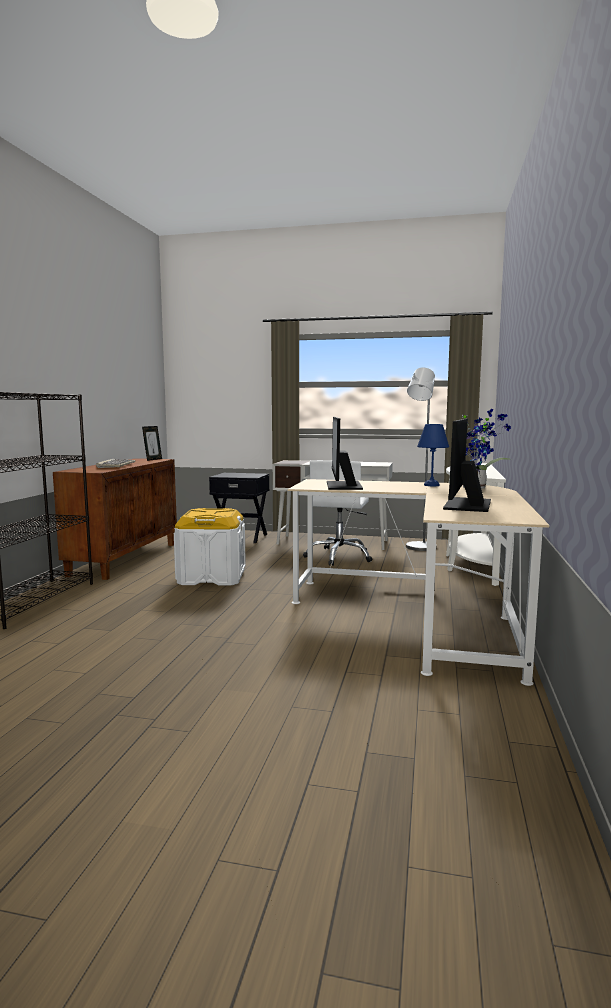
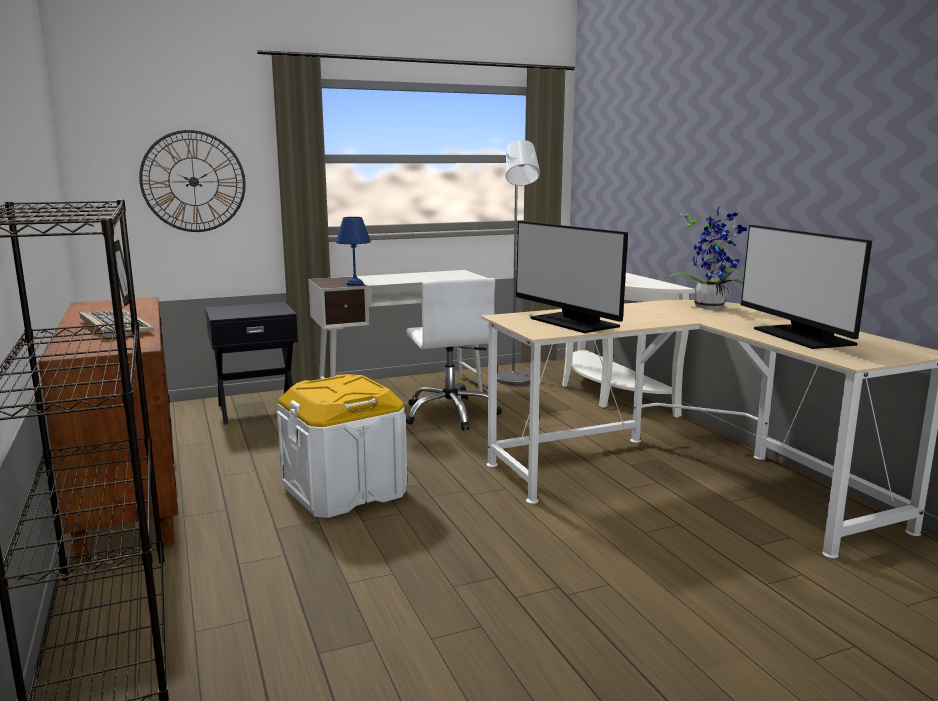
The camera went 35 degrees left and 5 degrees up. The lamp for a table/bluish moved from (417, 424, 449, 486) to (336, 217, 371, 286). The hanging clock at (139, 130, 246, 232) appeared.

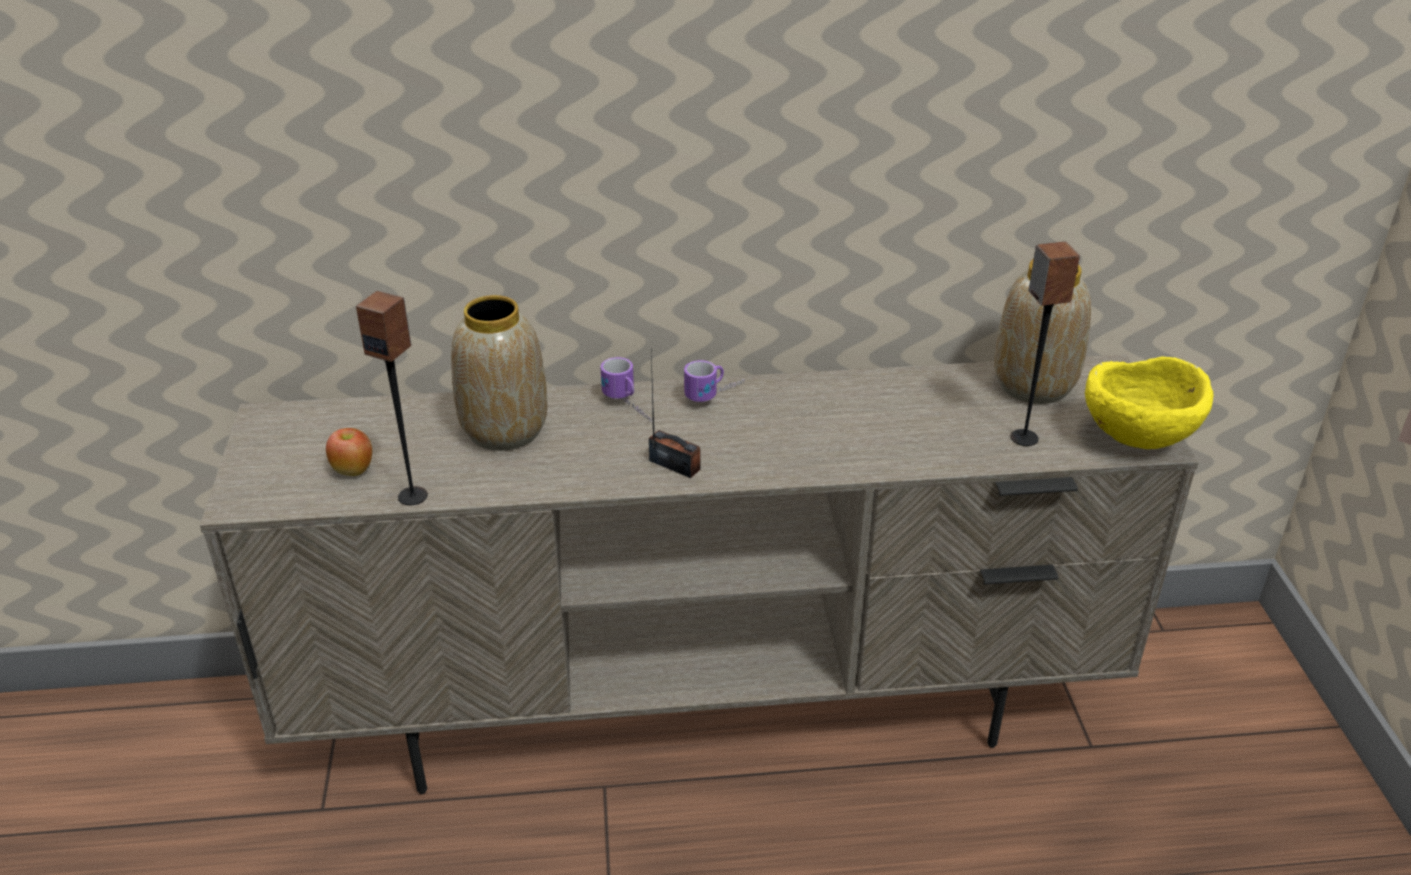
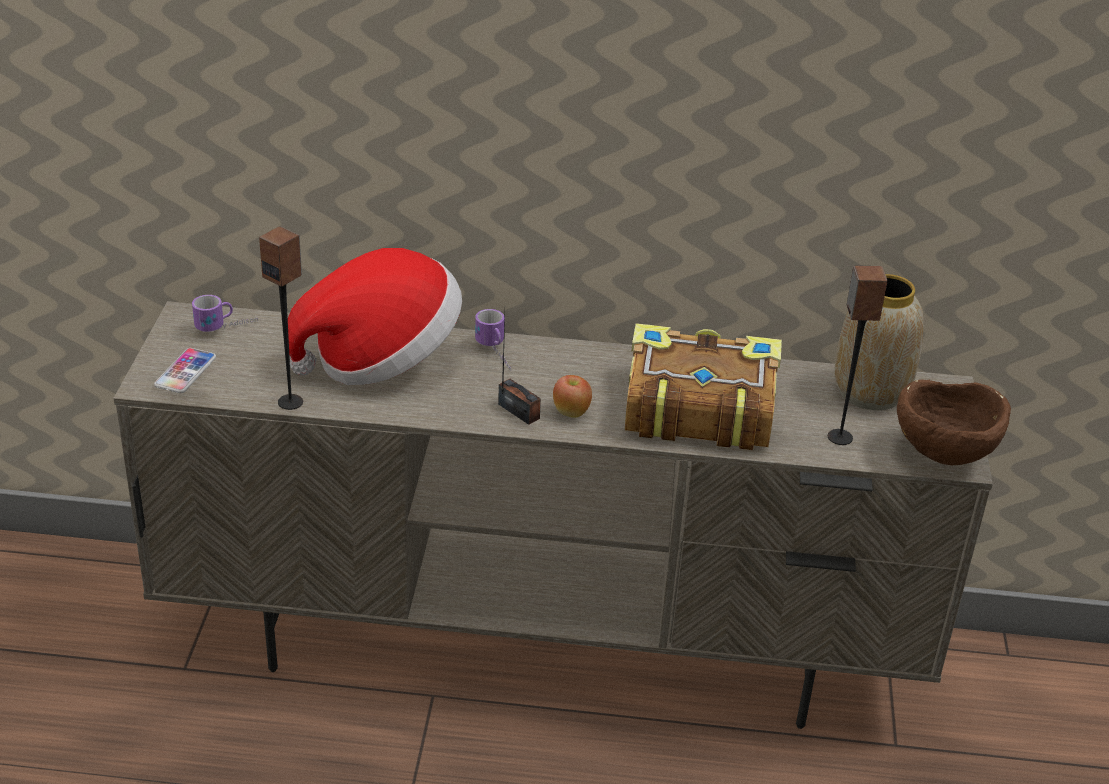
The camera went 10 degrees right and 0 degrees up. The apple moved from (326, 428, 372, 476) to (553, 375, 592, 418). The vase at (451, 295, 547, 451) was replaced by the hat at (288, 248, 462, 385). The tea mug moved from (684, 360, 744, 402) to (192, 295, 258, 332). The deep dish/yellow at (1085, 357, 1213, 449) became the deep dish/brownish at (897, 379, 1011, 465). The telephone at (154, 348, 216, 393) appeared. The volume at (625, 323, 782, 450) appeared.

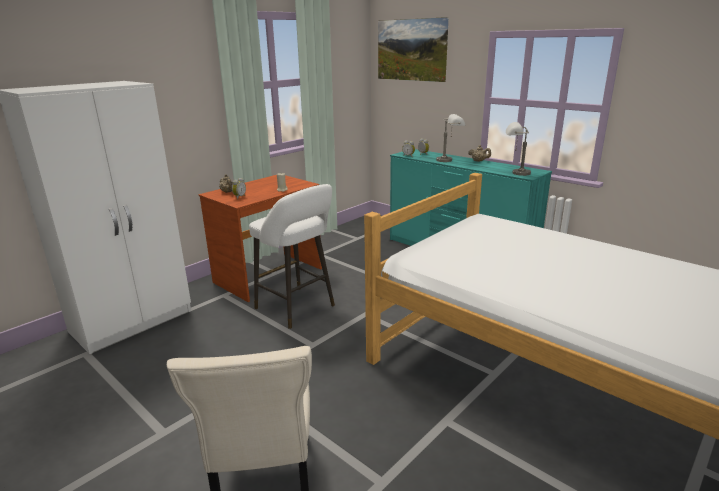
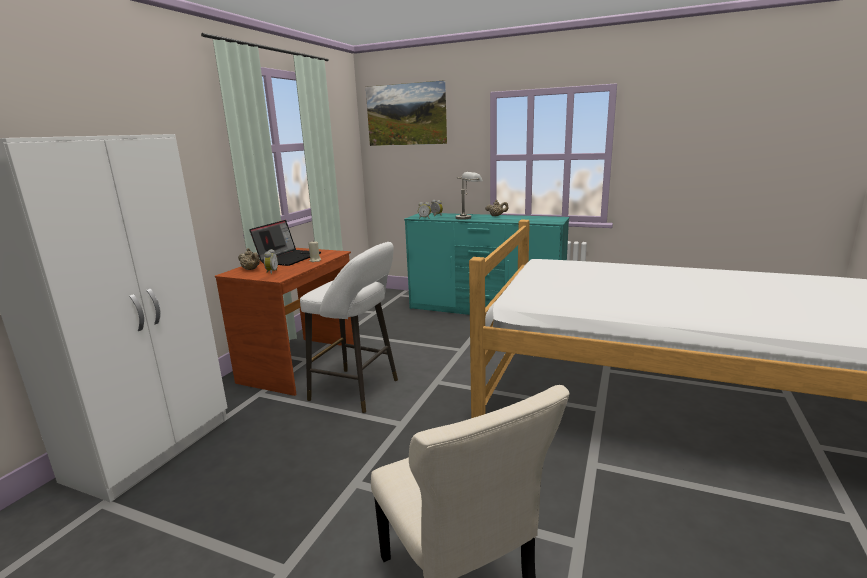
The camera went 20 degrees left and 5 degrees down. The lamp for a table/gray at (506, 122, 531, 176) disappeared. The laptop at (249, 220, 321, 266) appeared.

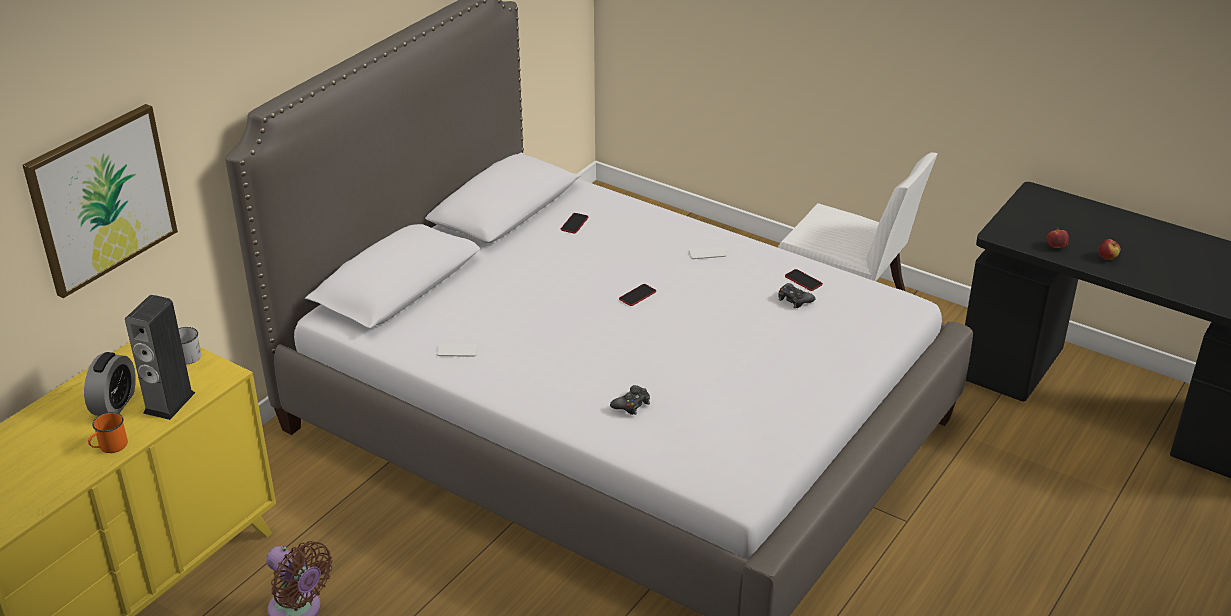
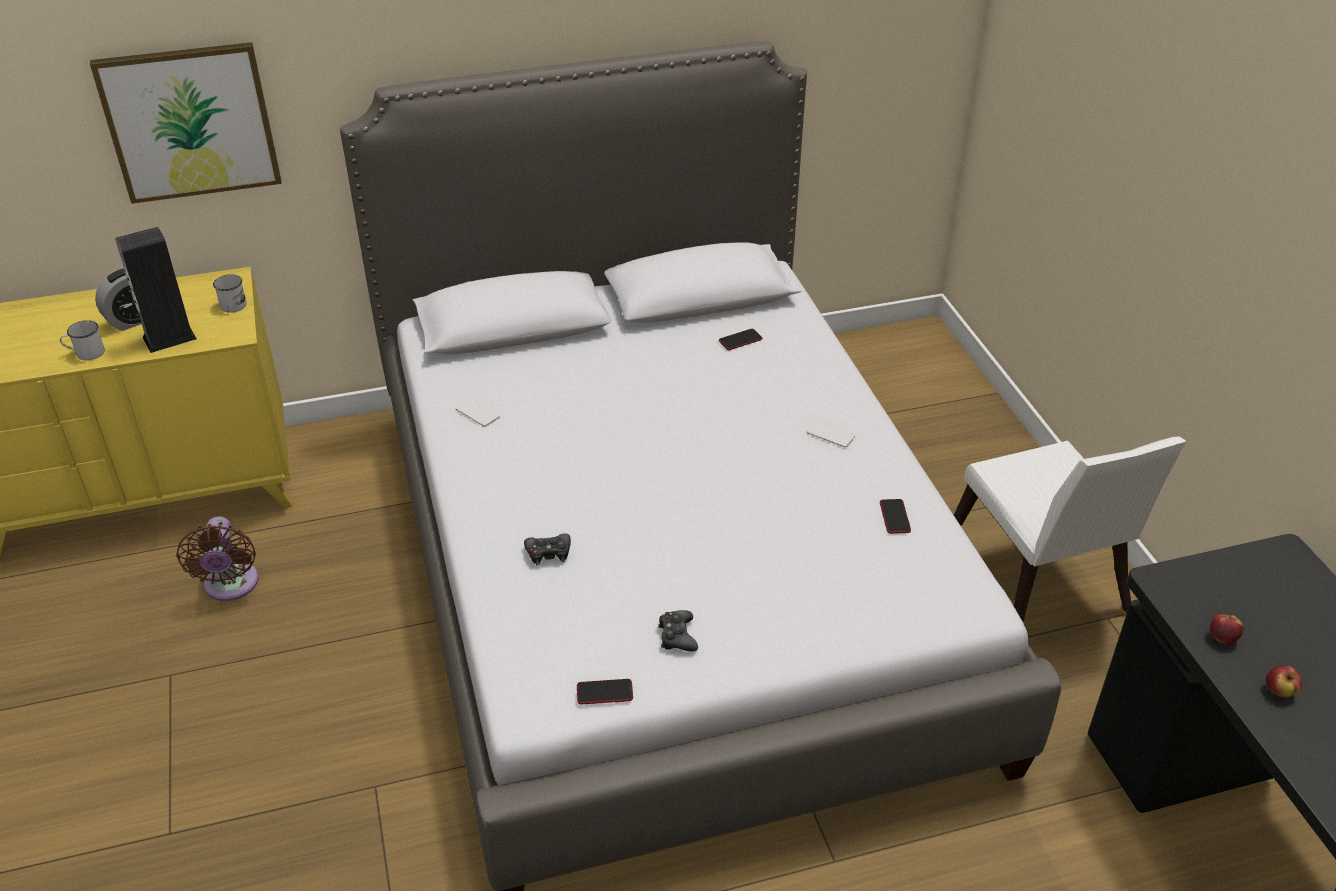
The camera went 40 degrees right and 5 degrees up. The tea mug/orange at (88, 412, 128, 453) became the tea mug/whitish at (60, 320, 105, 360). The telephone moved from (619, 284, 656, 306) to (577, 679, 633, 704). The joypad/black moved from (778, 283, 815, 308) to (658, 610, 698, 652).

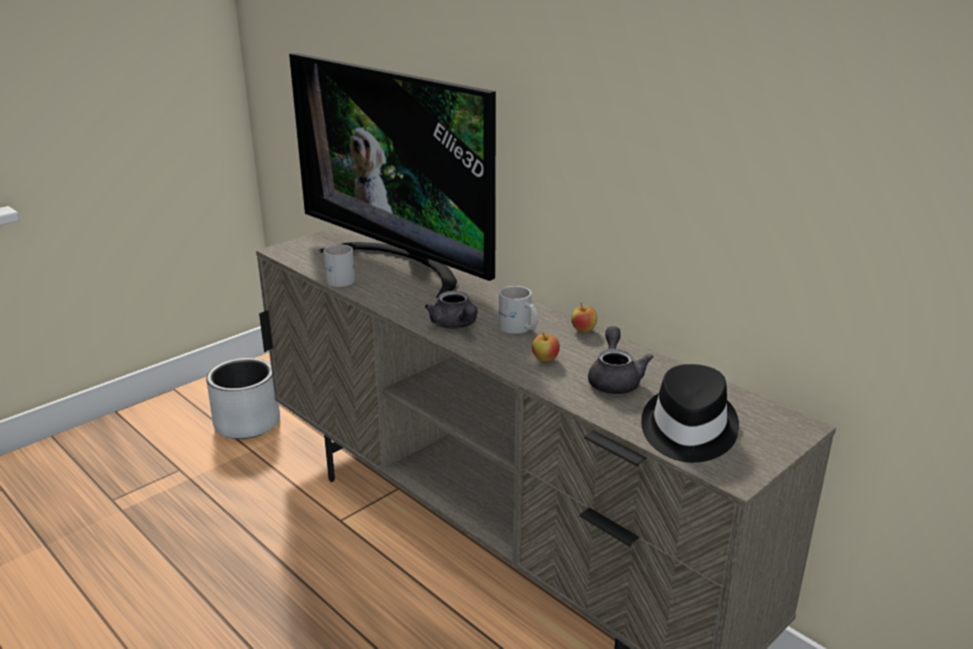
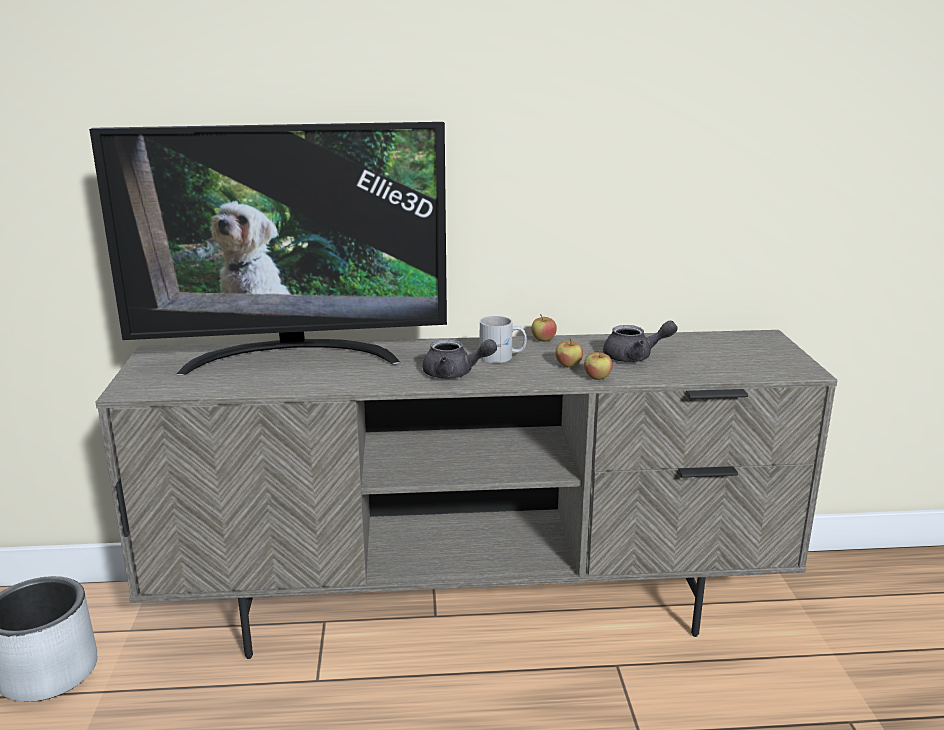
The camera went 50 degrees left and 5 degrees down. The tea mug/whitish at (323, 244, 355, 287) disappeared. The pot for tea/gray at (588, 326, 653, 394) turned 135 degrees clockwise. The hat/black at (641, 364, 739, 463) disappeared. The apple at (584, 350, 613, 380) appeared.

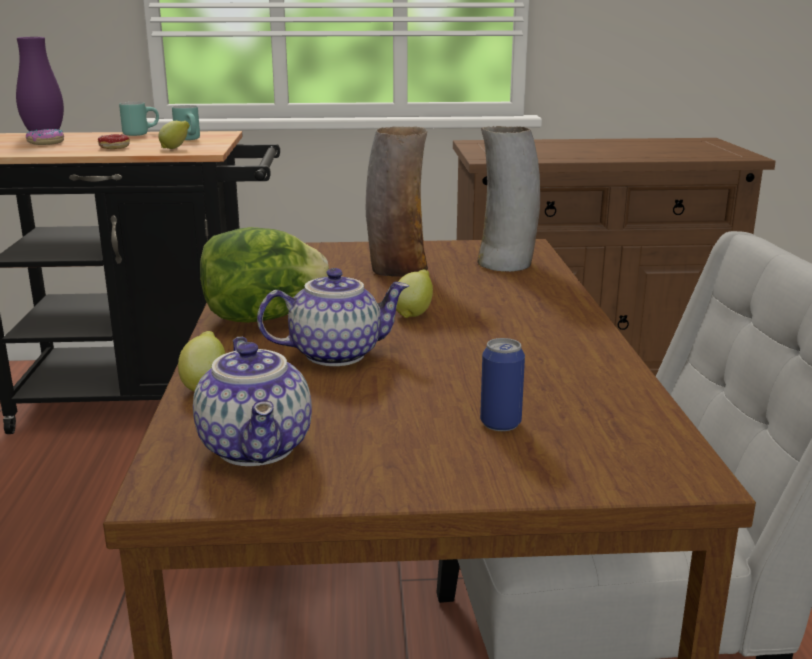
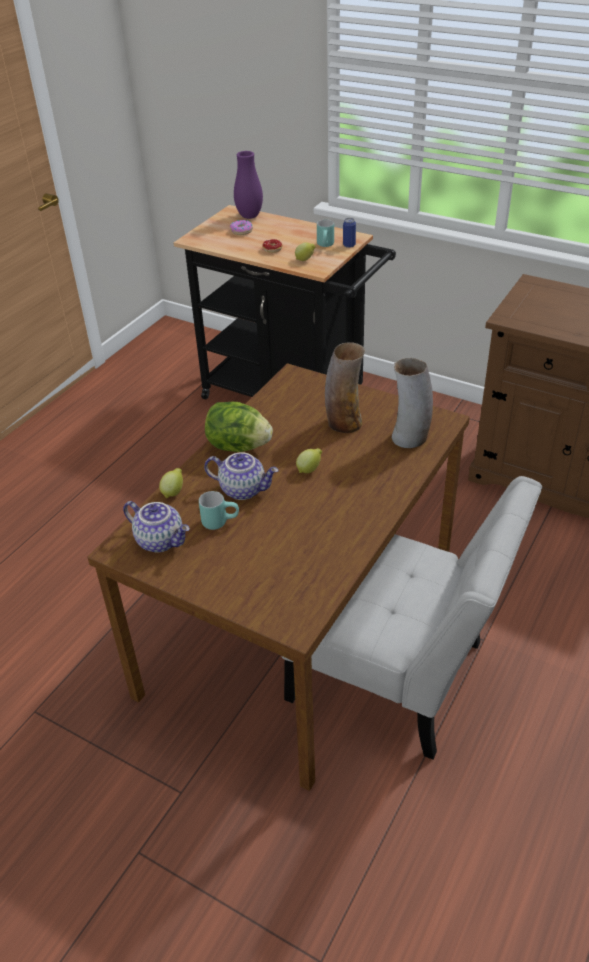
The camera went 35 degrees right and 20 degrees up. The tea mug/turquoise-coloured moved from (119, 102, 159, 136) to (199, 491, 239, 530). The pot for tea at (193, 337, 312, 466) turned 75 degrees counterclockwise. The can moved from (480, 338, 525, 431) to (343, 218, 356, 248).

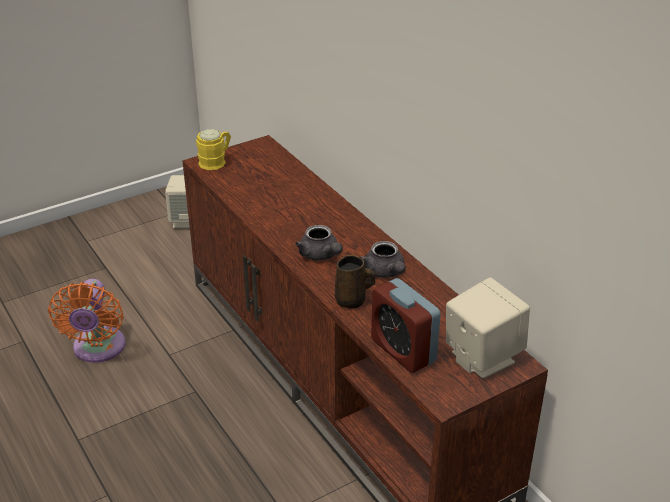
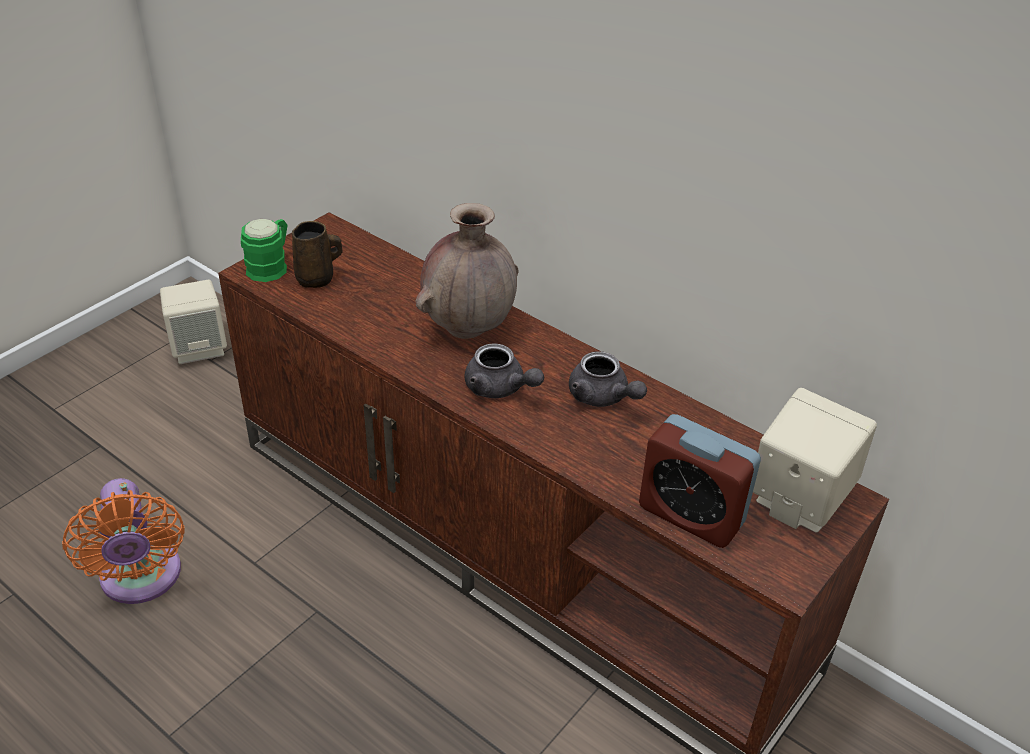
The camera went 20 degrees left and 5 degrees up. The tea mug/yellow at (196, 129, 231, 170) became the tea mug/green at (241, 219, 288, 282). The tea mug/brownish moved from (335, 255, 375, 308) to (292, 221, 342, 288). The vase/brownish at (415, 203, 519, 339) appeared.

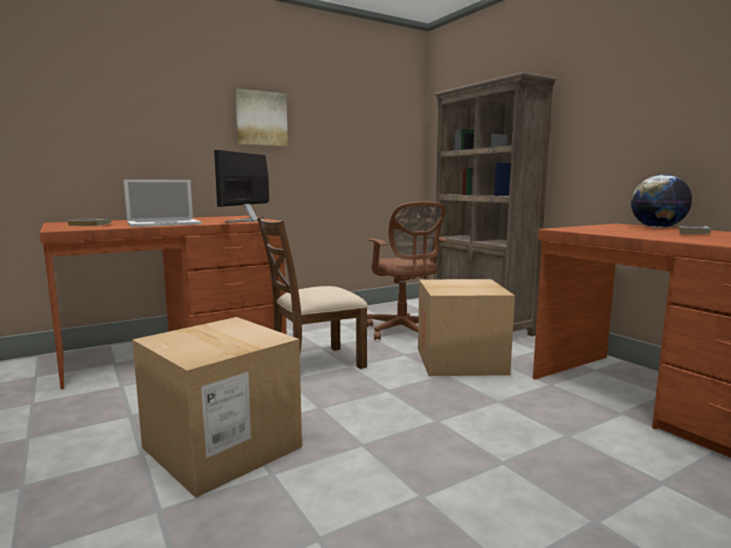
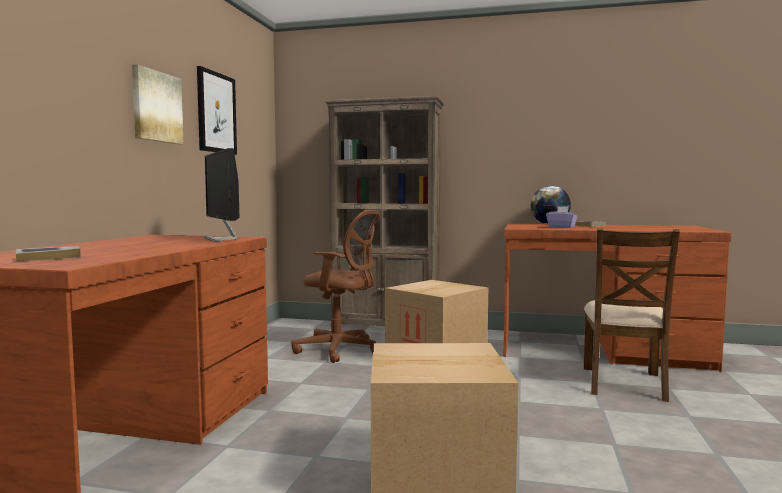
The camera went 45 degrees left and 5 degrees down. The laptop at (124, 179, 202, 227) disappeared. The chair/brownish moved from (257, 216, 368, 369) to (583, 228, 680, 402). The wall picture at (197, 66, 237, 155) appeared. The box of tissues/purple-coloured at (546, 206, 578, 228) appeared.

